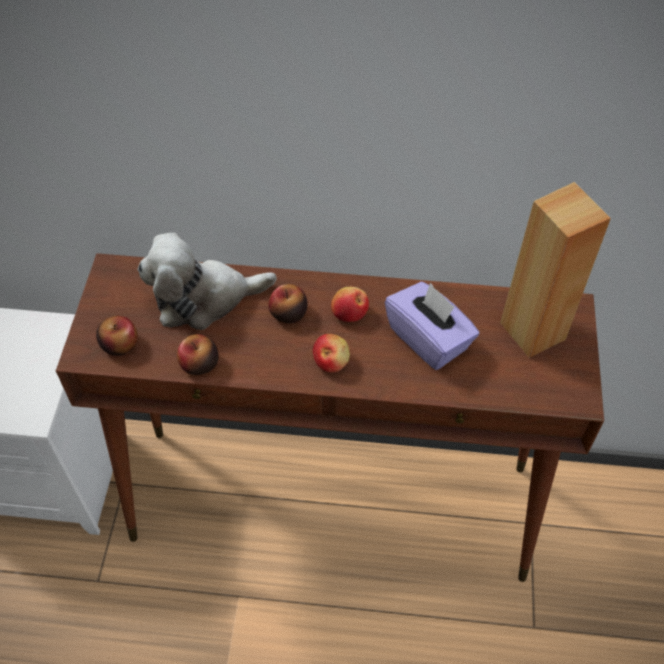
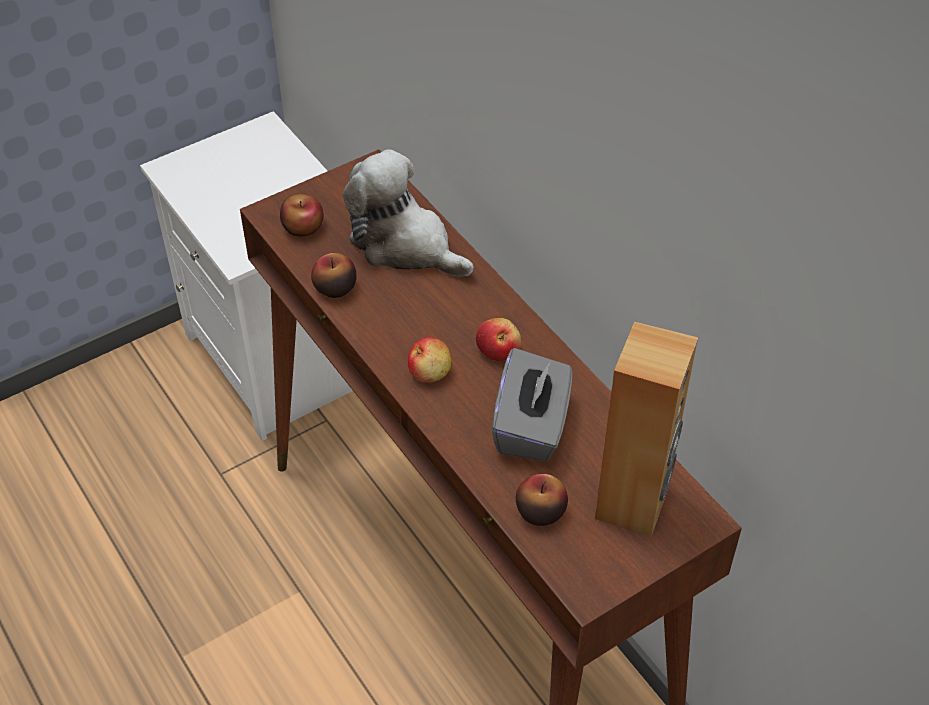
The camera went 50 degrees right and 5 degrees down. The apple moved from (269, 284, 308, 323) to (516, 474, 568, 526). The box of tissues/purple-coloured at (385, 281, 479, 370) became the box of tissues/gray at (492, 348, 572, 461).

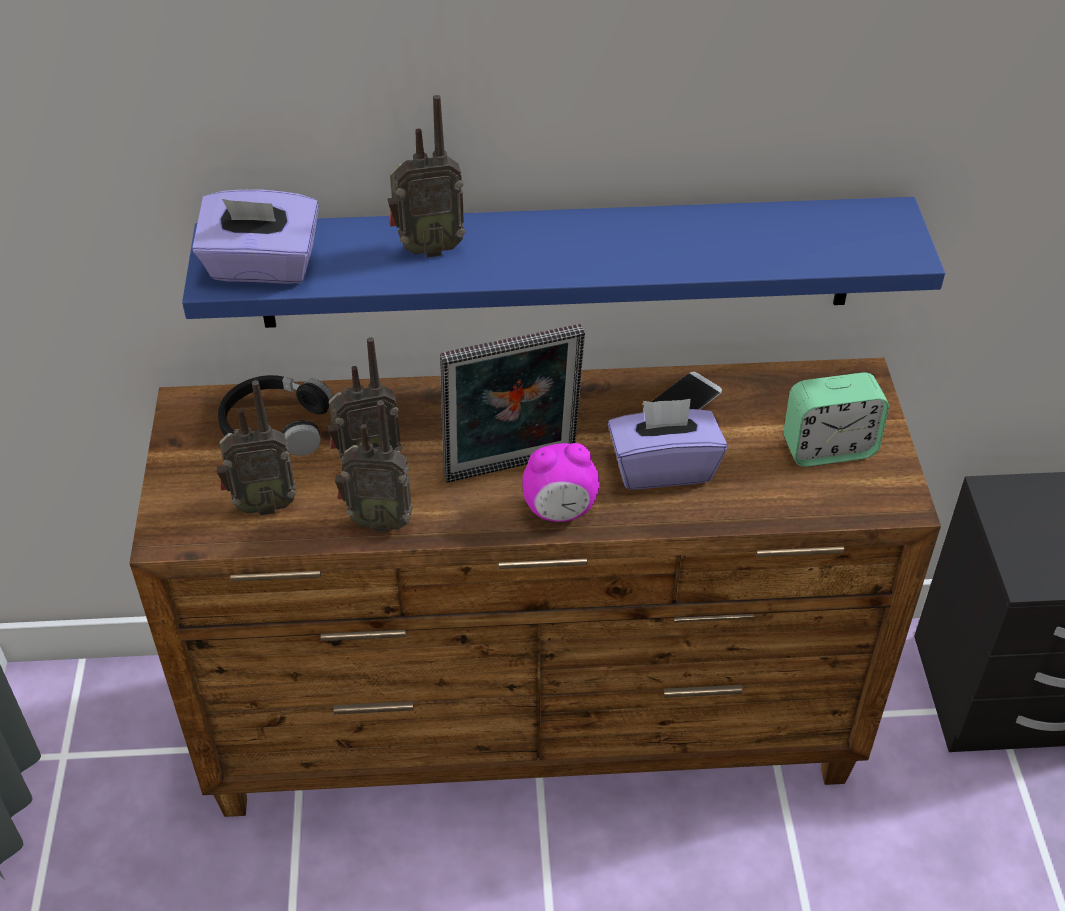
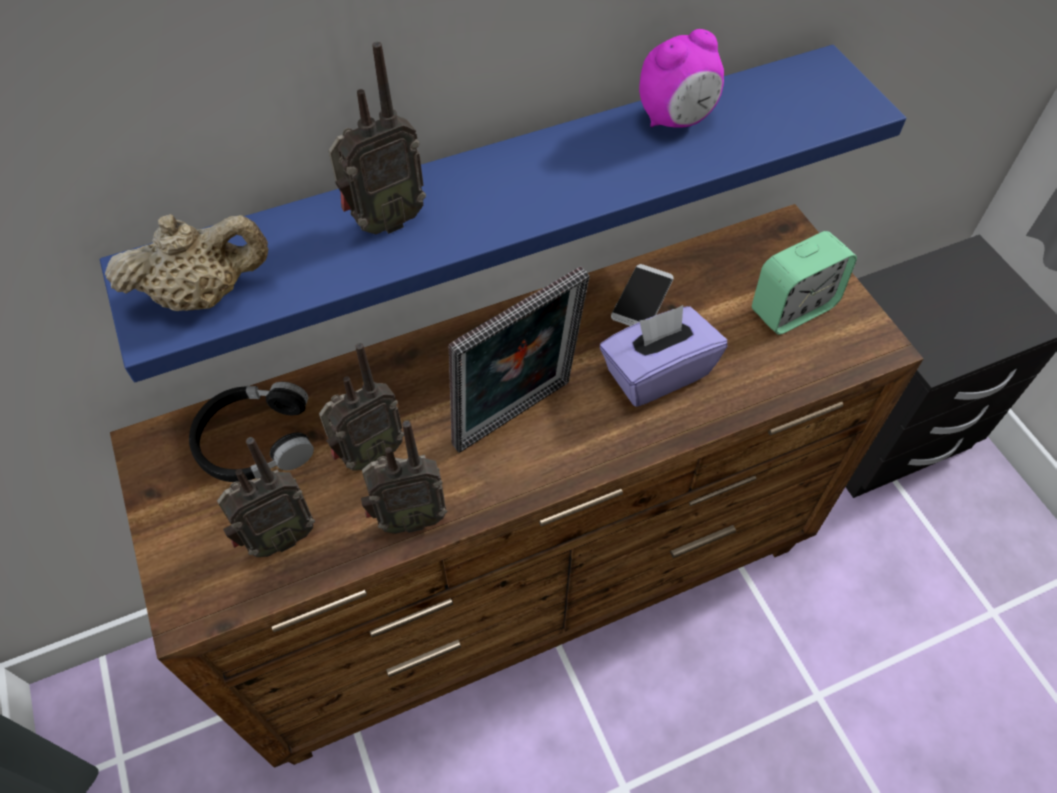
The camera went 20 degrees left and 10 degrees up. The box of tissues/purple-coloured at (192, 189, 319, 284) was replaced by the pot for tea/beige-coloured at (105, 214, 268, 311). The alarm clock moved from (522, 443, 600, 522) to (639, 29, 724, 128).

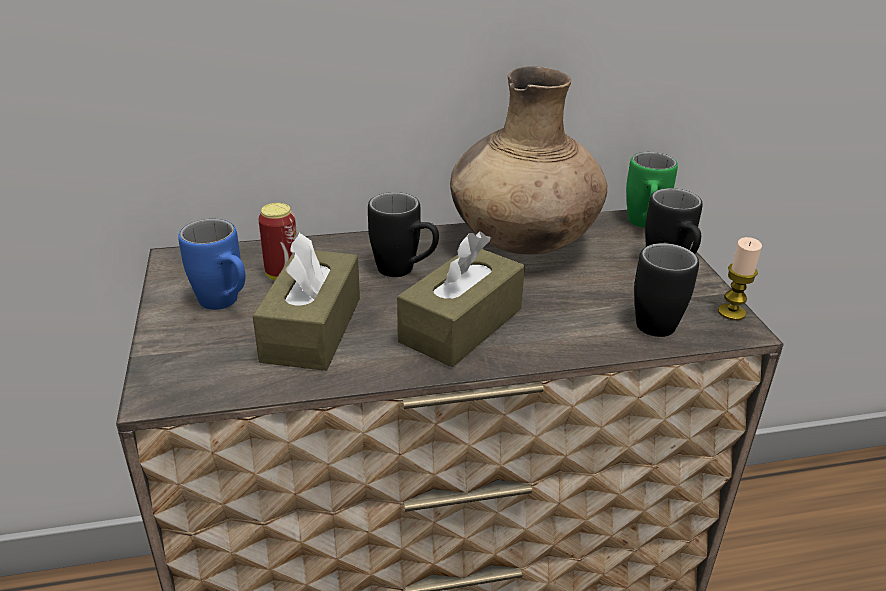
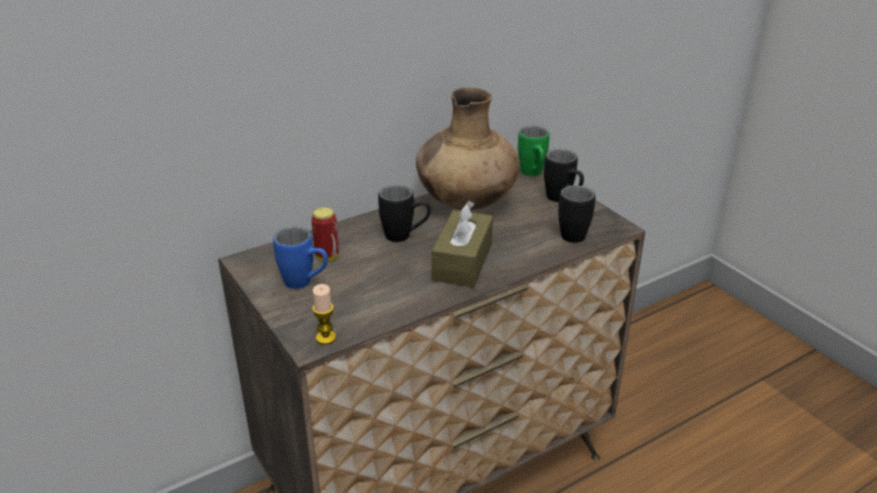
The camera went 20 degrees left and 0 degrees up. The box of tissues/brownish at (253, 233, 360, 371) disappeared. The wax light moved from (718, 237, 762, 321) to (312, 284, 336, 345).

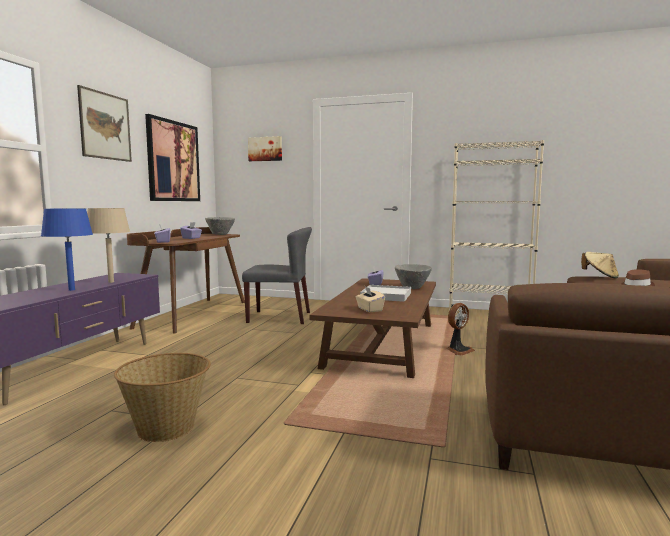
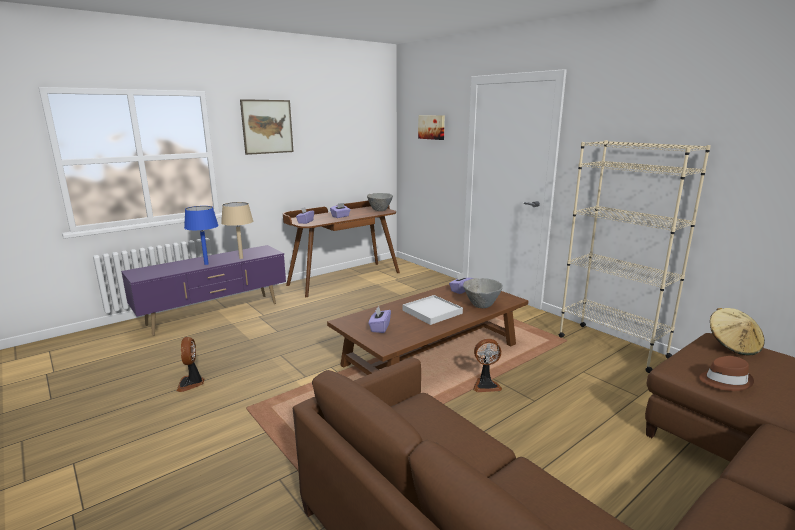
The camera went 35 degrees right and 10 degrees up. The household basket at (114, 353, 211, 442) was replaced by the cooling fan at (176, 337, 205, 392). The wall picture at (145, 114, 200, 201) disappeared. The chair/gray at (242, 227, 312, 324) disappeared. The box of tissues/beige-coloured at (356, 287, 385, 312) became the box of tissues/purple-coloured at (368, 306, 391, 333).

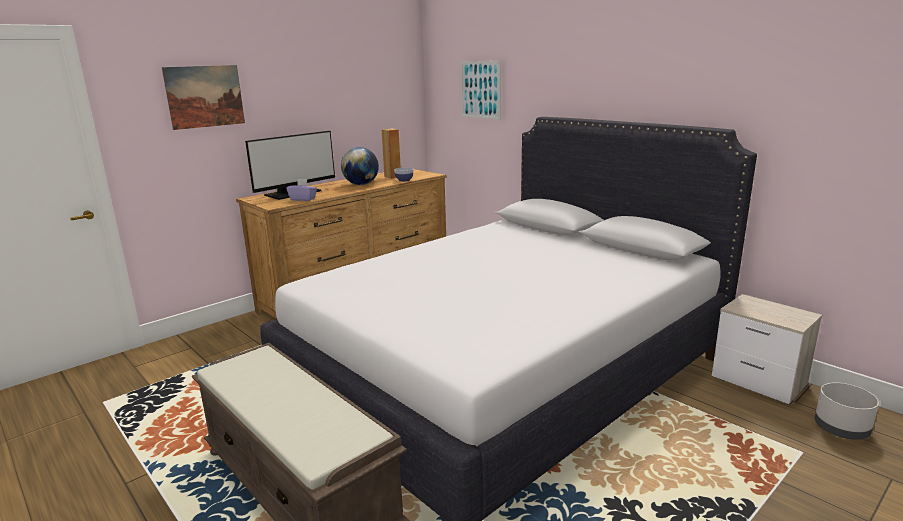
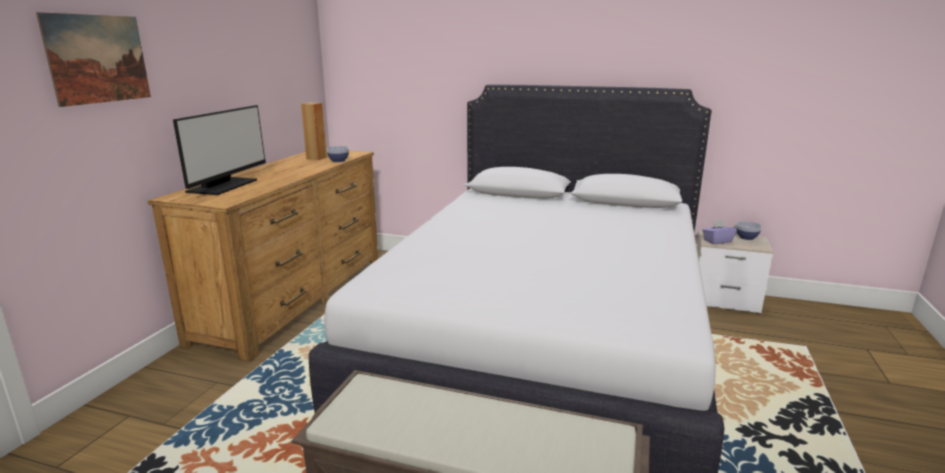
The camera went 30 degrees left and 0 degrees up. The box of tissues/purple-coloured moved from (286, 179, 317, 201) to (702, 219, 737, 244). The world globe at (341, 147, 379, 185) disappeared. The wall picture at (461, 61, 501, 120) disappeared. The plant pot/gray at (815, 383, 879, 440) disappeared. The deep dish at (736, 221, 762, 240) appeared.

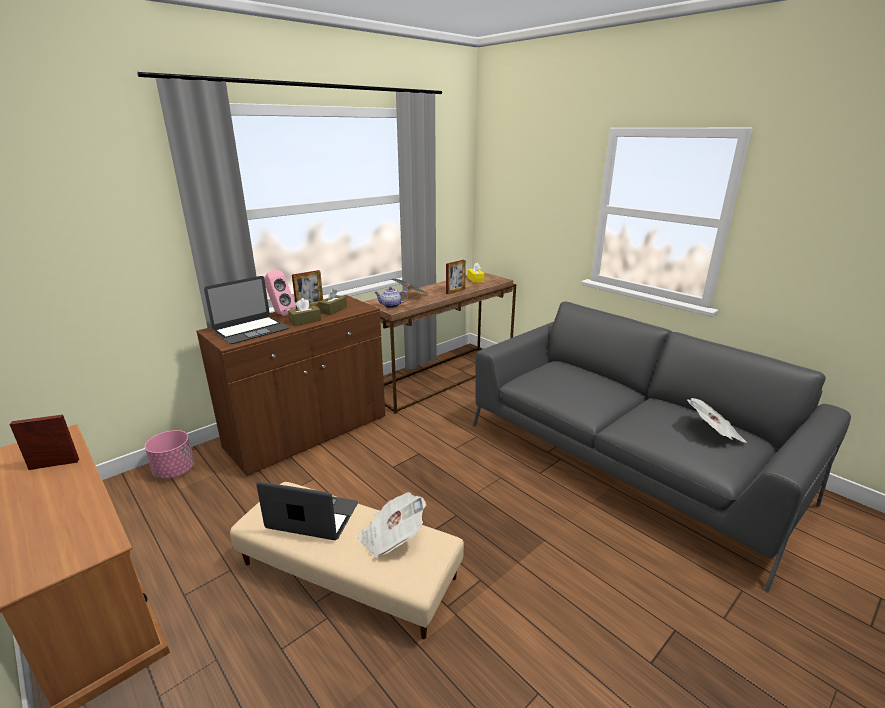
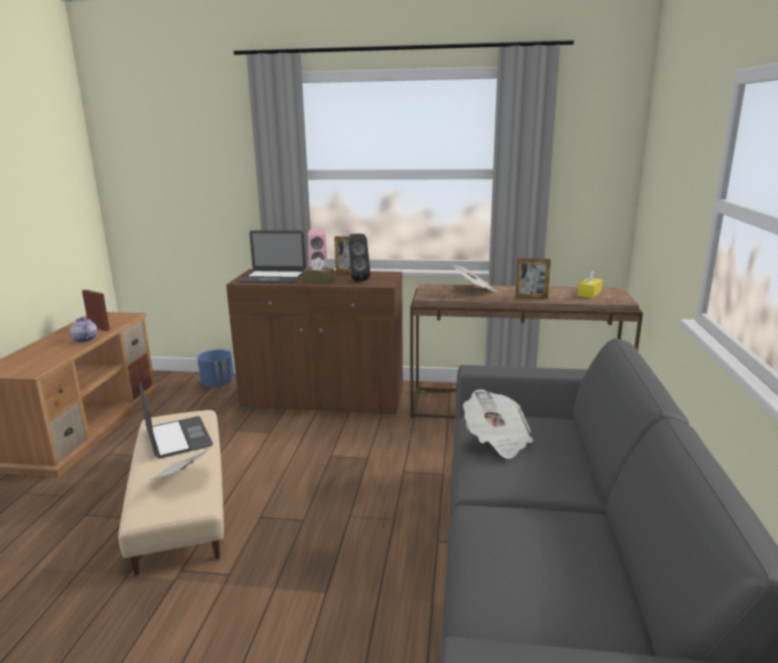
The camera went 50 degrees right and 5 degrees down. The plant pot/pinkish at (145, 430, 195, 479) became the plant pot/bluish at (197, 350, 234, 387). The box of tissues/brownish at (318, 289, 347, 315) was replaced by the audio speaker/black at (349, 234, 370, 281). The pot for tea moved from (374, 287, 408, 308) to (70, 317, 98, 342). The printed paper moved from (687, 398, 747, 443) to (463, 389, 533, 459).

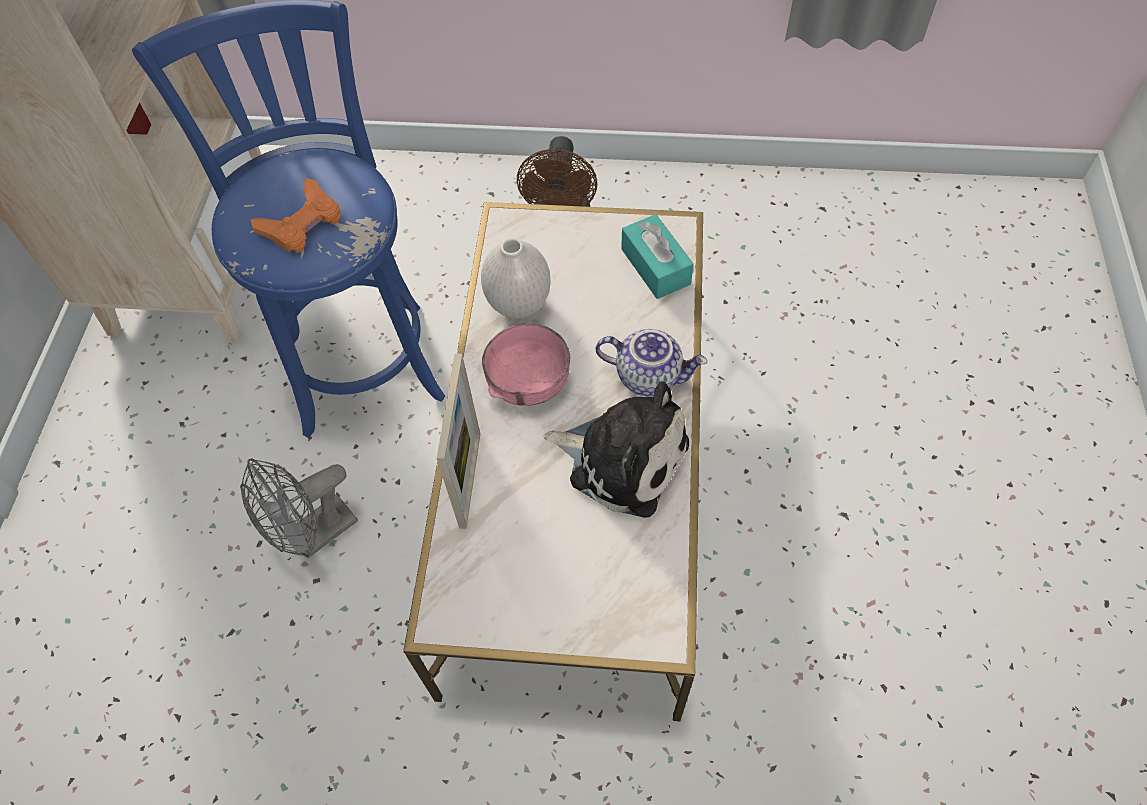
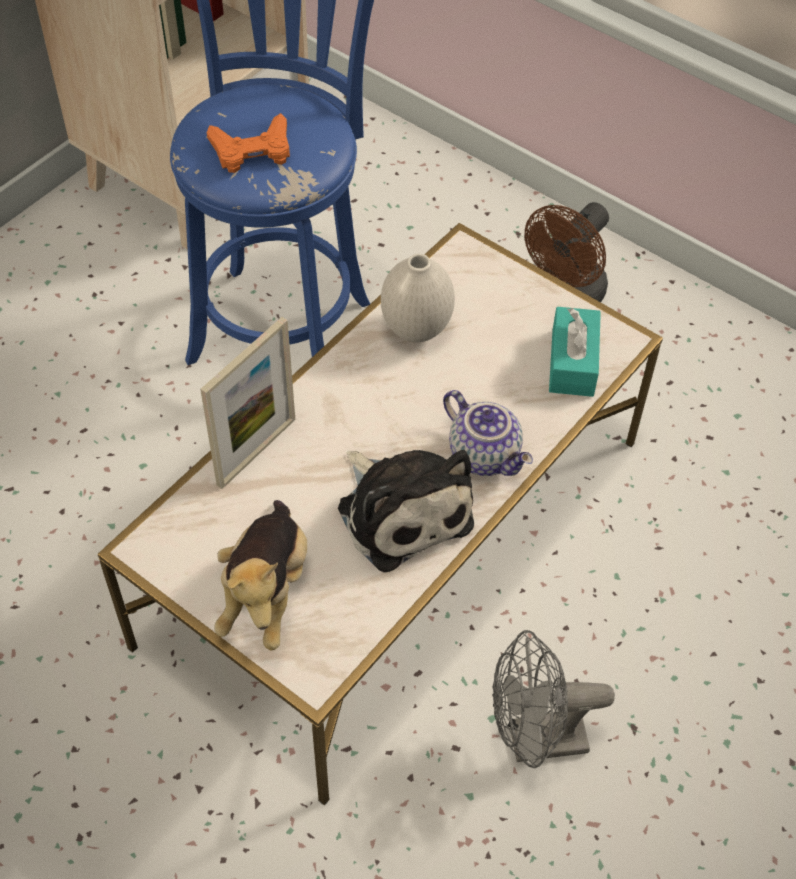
The camera went 30 degrees right and 5 degrees down. The cooling fan/gray moved from (240, 458, 358, 559) to (492, 630, 615, 768). The deep dish/pinkish at (482, 323, 570, 406) disappeared. The soft toy at (214, 500, 307, 650) appeared.

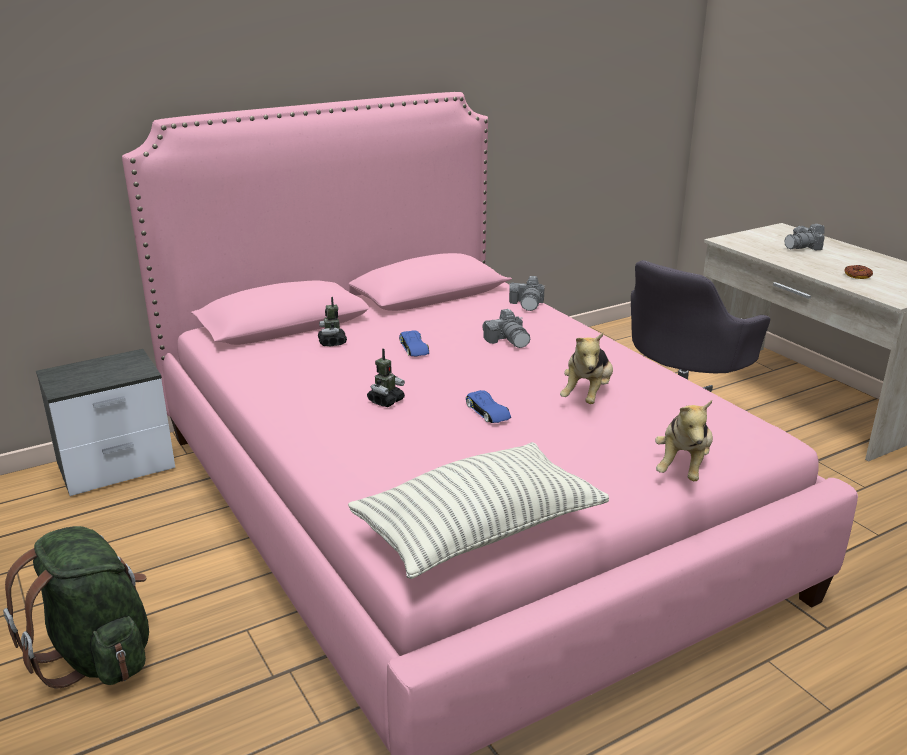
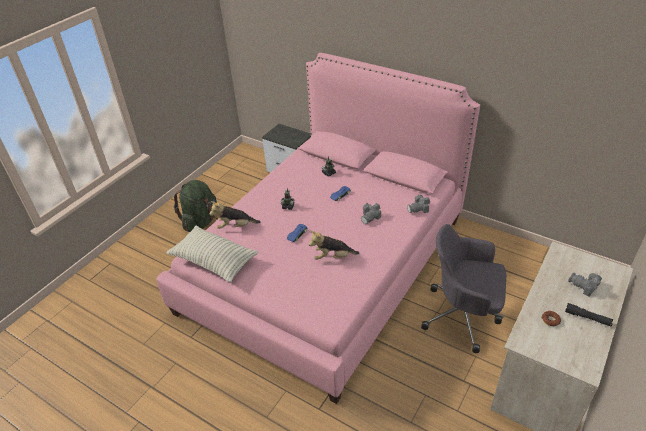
The camera went 65 degrees right and 15 degrees up. The soft toy moved from (655, 400, 713, 481) to (209, 201, 261, 229). The flashlight/black at (565, 303, 613, 326) appeared.

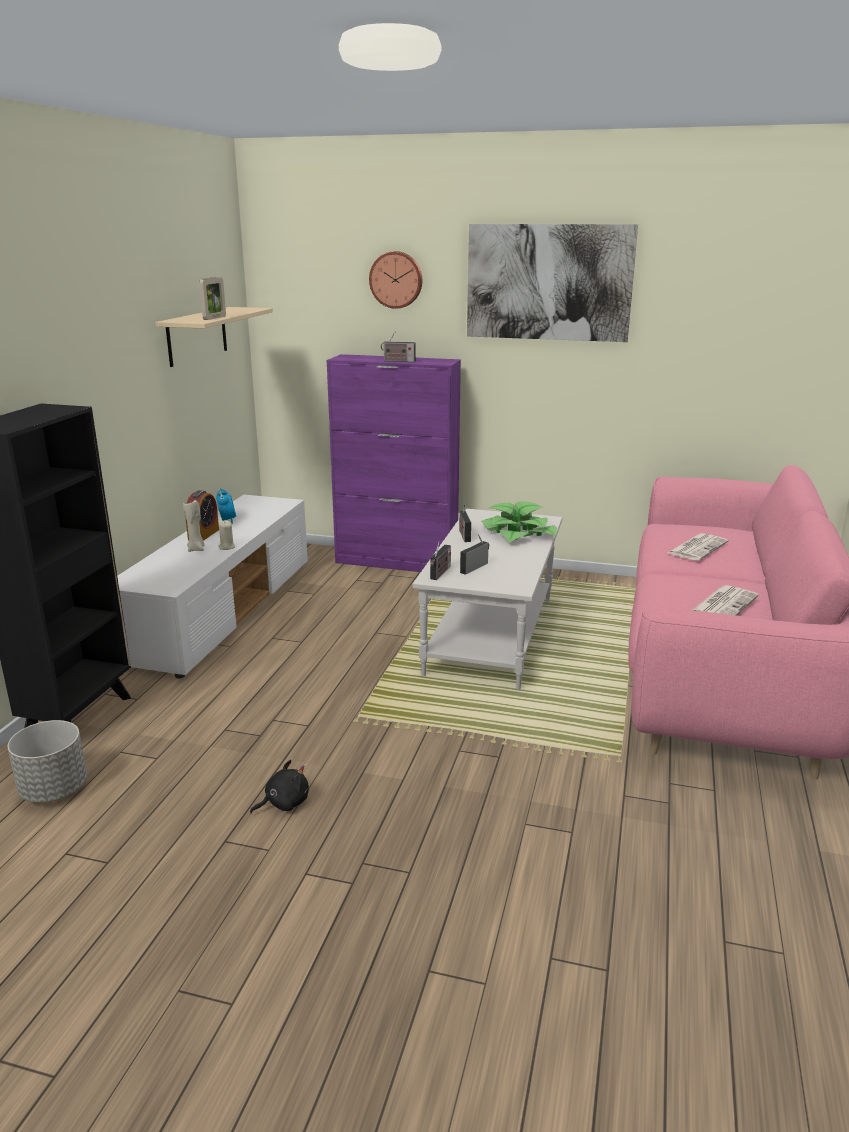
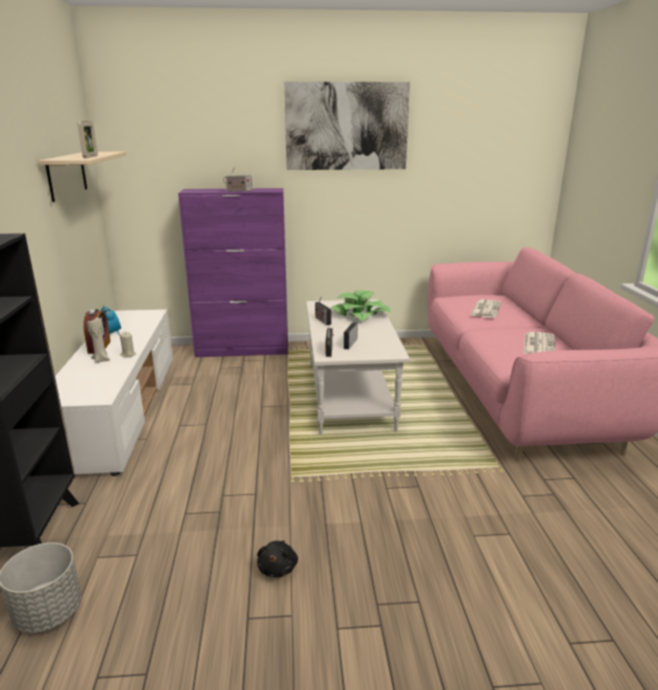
The camera went 20 degrees left and 0 degrees up. The soft toy/black at (250, 760, 309, 813) turned 150 degrees clockwise. The hanging clock at (369, 251, 422, 309) disappeared.

